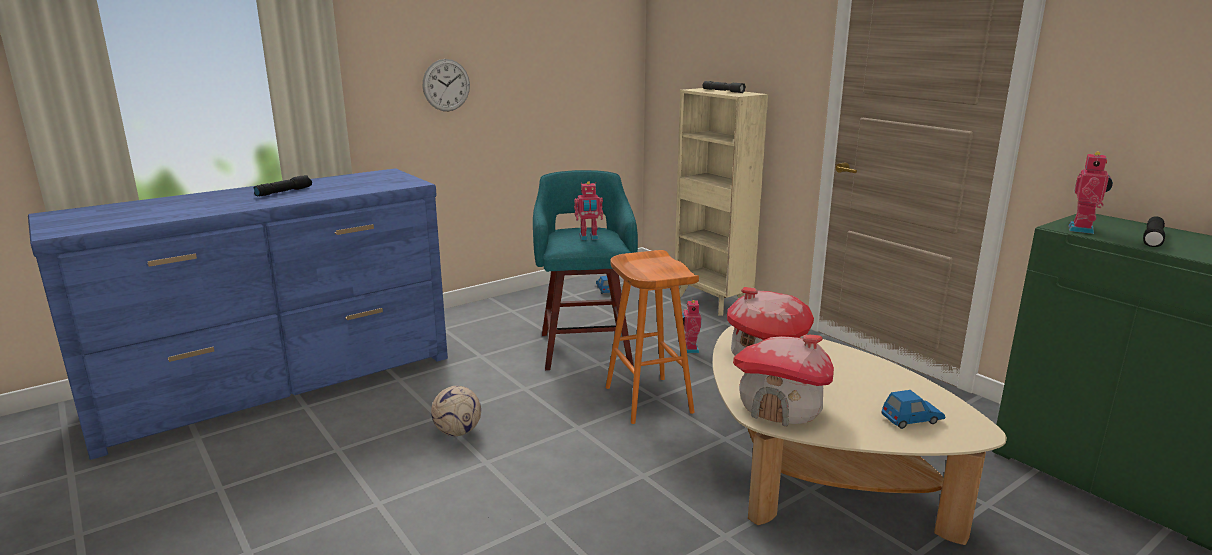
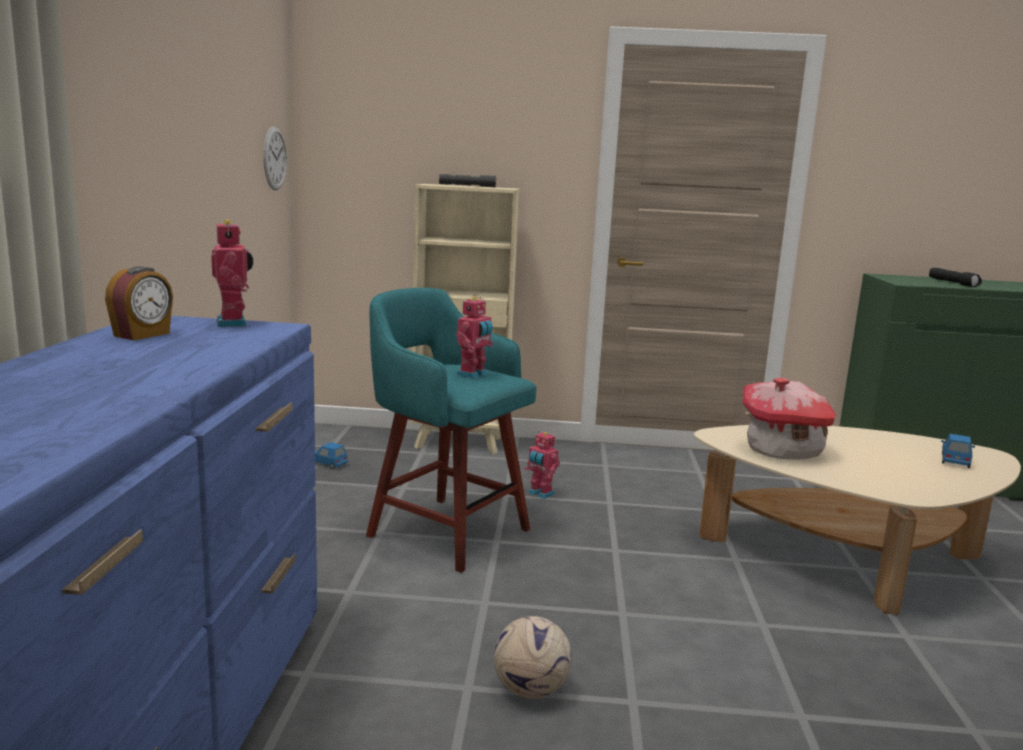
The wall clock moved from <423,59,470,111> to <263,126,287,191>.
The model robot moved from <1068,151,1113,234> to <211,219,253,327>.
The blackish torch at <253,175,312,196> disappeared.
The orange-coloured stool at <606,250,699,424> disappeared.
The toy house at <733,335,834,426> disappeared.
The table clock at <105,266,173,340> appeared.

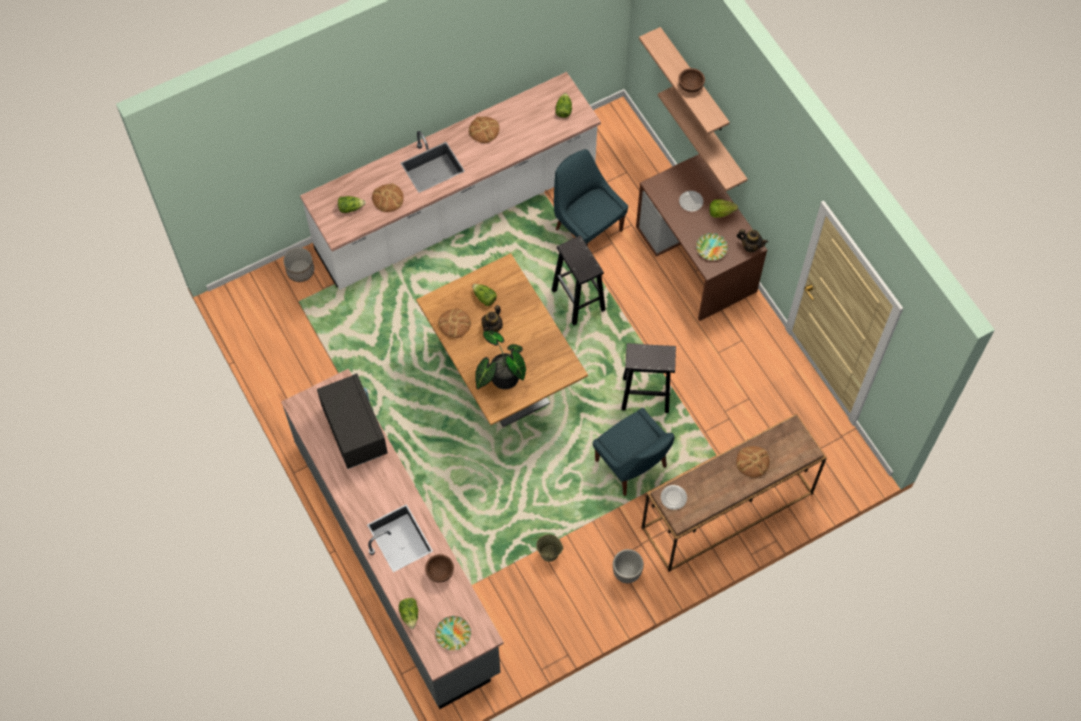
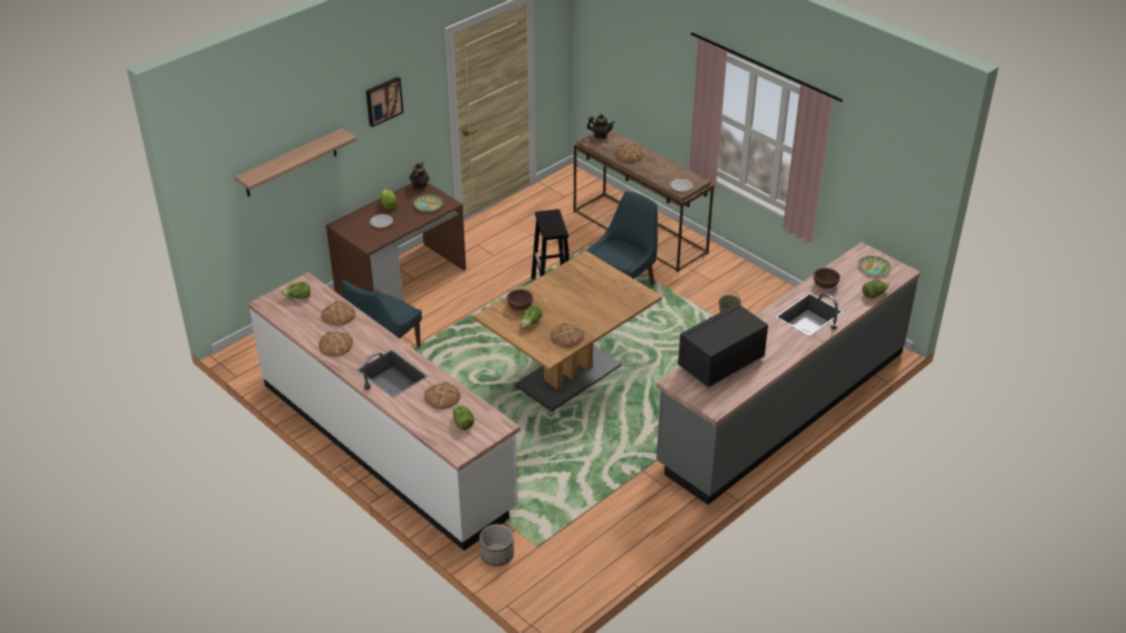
The brown serving bowl moved from <679,68,705,93> to <507,289,533,310>.
The bracket shelf at <658,86,748,191> disappeared.
The blackish stool at <552,235,606,326> disappeared.
The pot for tea moved from <481,305,503,332> to <587,114,615,139>.
The potted plant at <475,331,526,389> disappeared.
The plant pot at <613,549,644,583> disappeared.
The picture at <366,77,403,127> appeared.
The baked bread at <321,300,355,326> appeared.

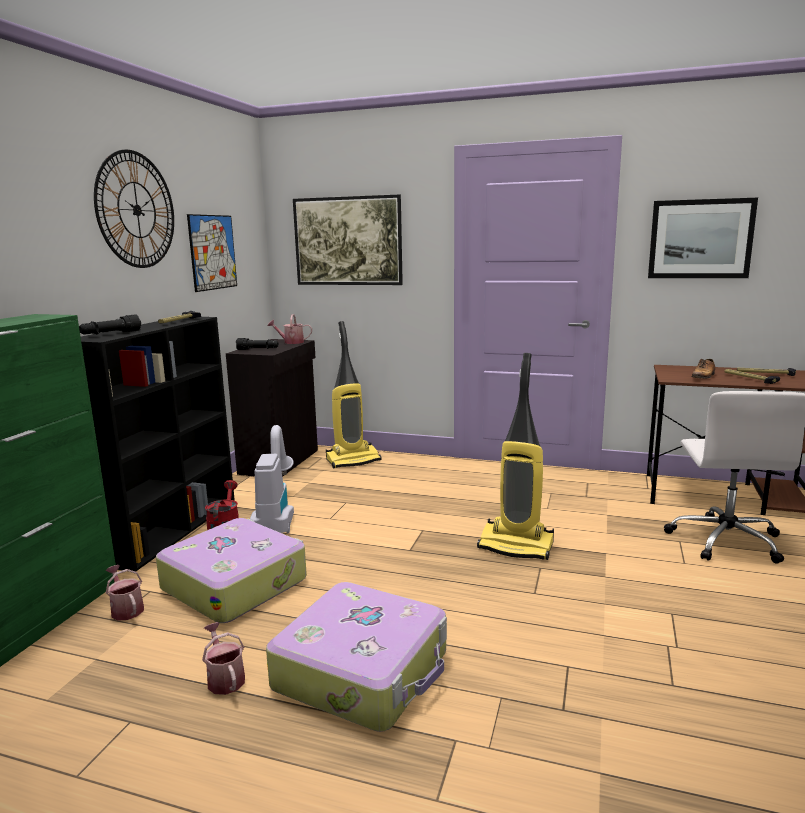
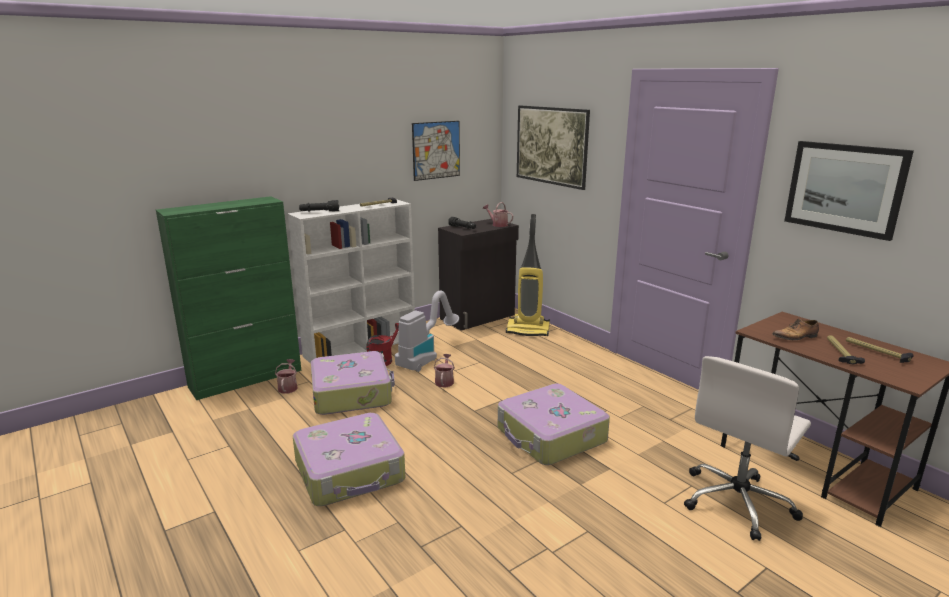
The wall clock at <94,149,174,268> disappeared.
The blackish shelving unit at <81,317,235,572> became the white shelving unit at <287,199,415,364>.
The vacuum cleaner at <477,353,554,560> was replaced by the piece of luggage at <498,384,610,465>.
The watering pot moved from <202,622,245,695> to <434,354,455,387>.

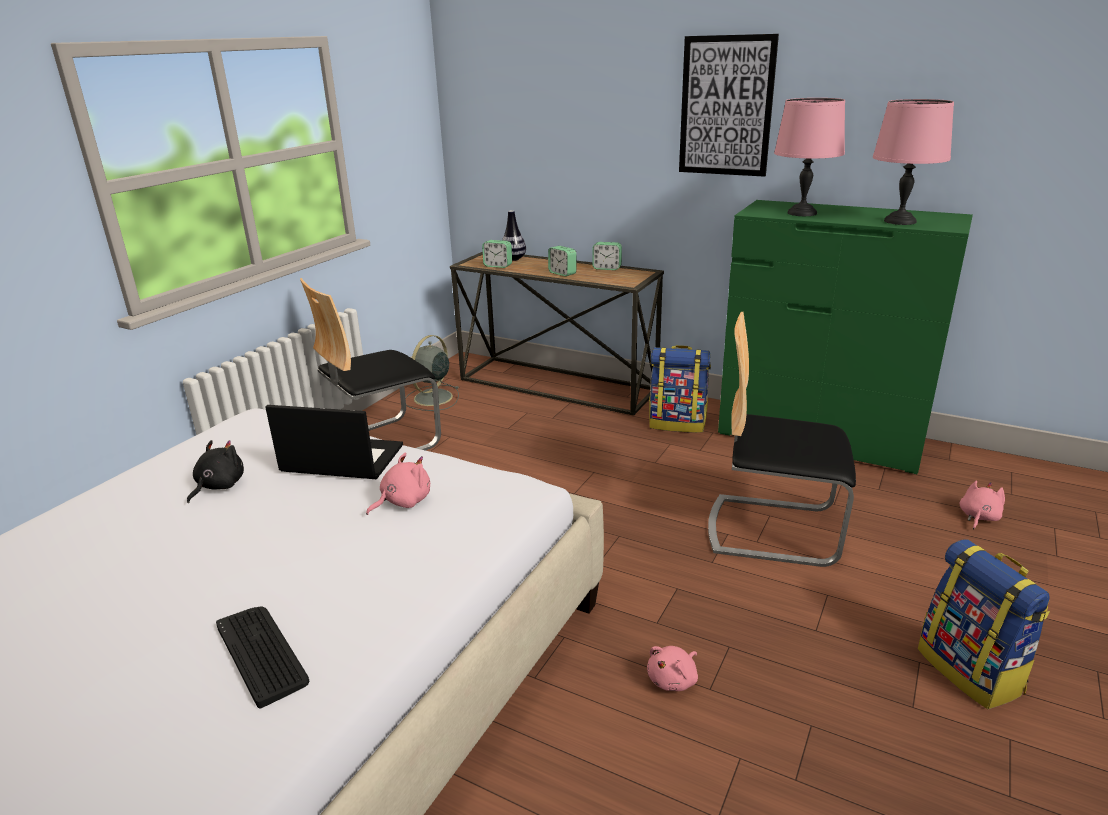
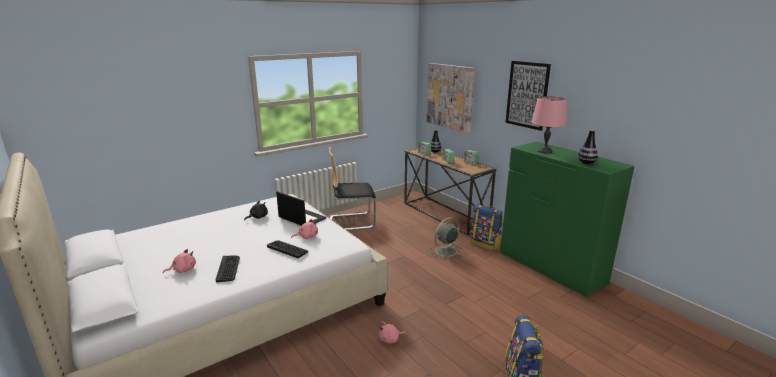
The pinkish tabletop lamp at <873,99,954,225> was replaced by the vase at <578,130,598,164>.
The plain chair at <708,312,856,567> disappeared.
The grey cooling fan moved from <405,335,459,411> to <430,217,463,260>.
The pinkish plush toy moved from <959,480,1005,529> to <163,249,196,273>.
The picture at <427,63,475,133> appeared.
The computer keyboard at <267,240,308,258> appeared.

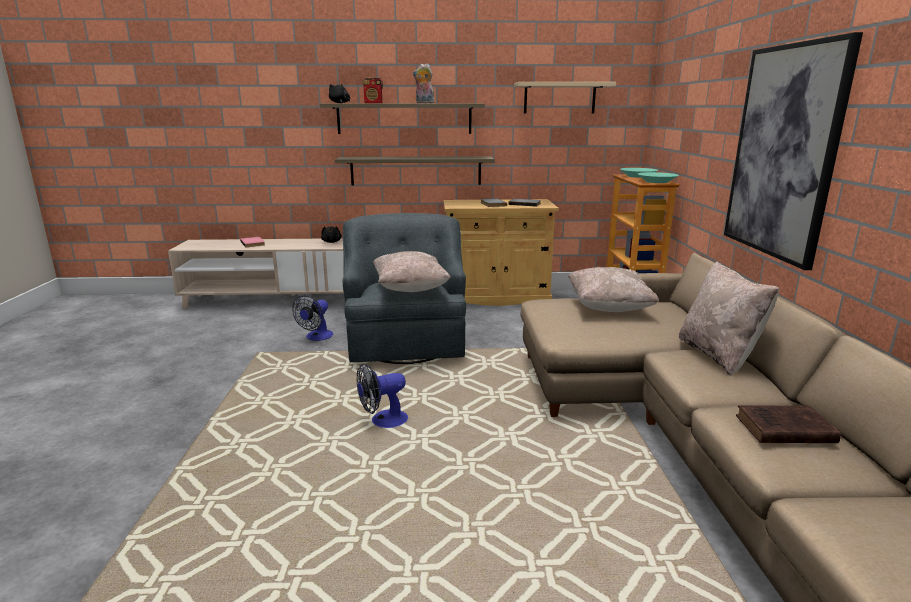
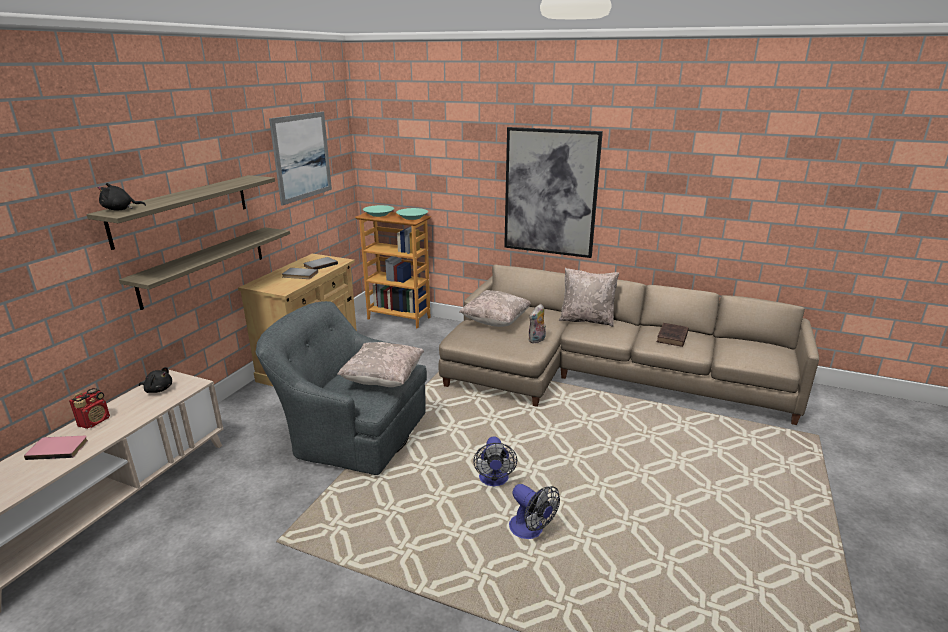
The plush toy moved from <413,63,435,103> to <529,304,546,343>.
The radio set moved from <363,77,383,103> to <69,388,110,429>.
The beige-coloured bracket shelf at <514,82,616,113> was replaced by the picture at <269,112,332,206>.
The cooling fan moved from <292,295,333,341> to <509,484,560,539>.

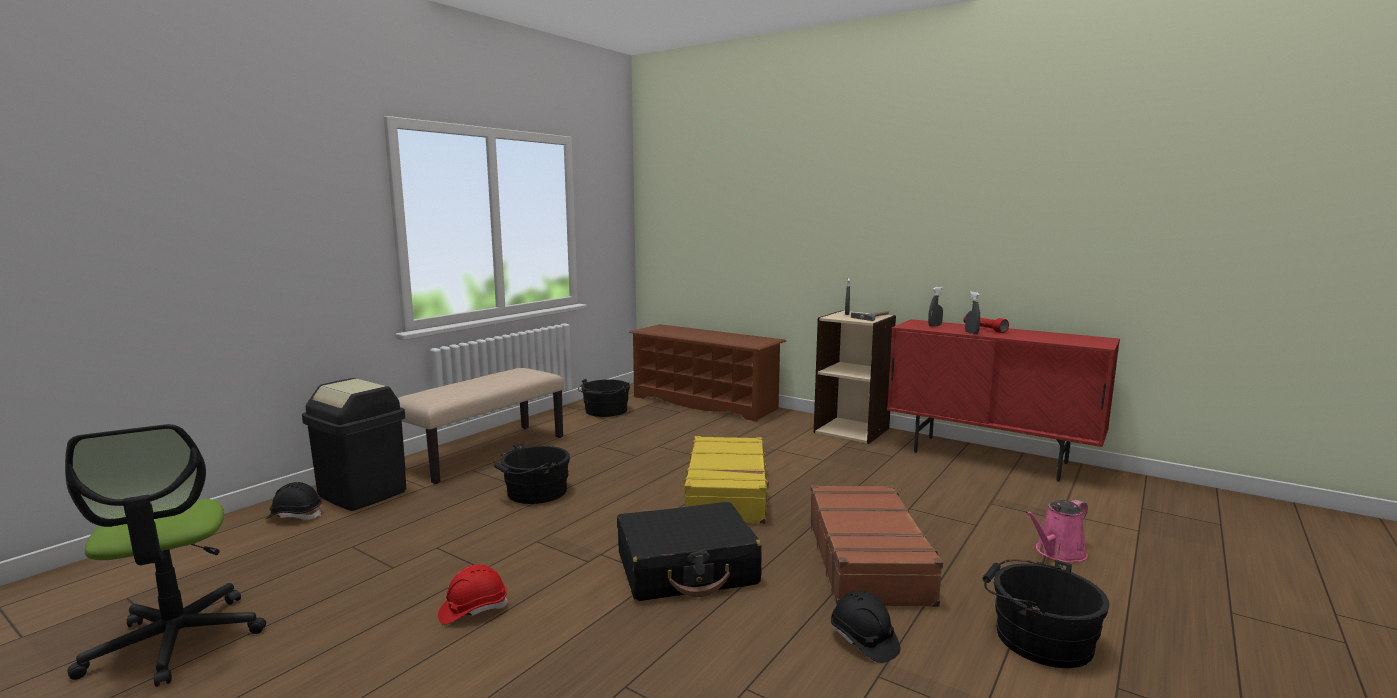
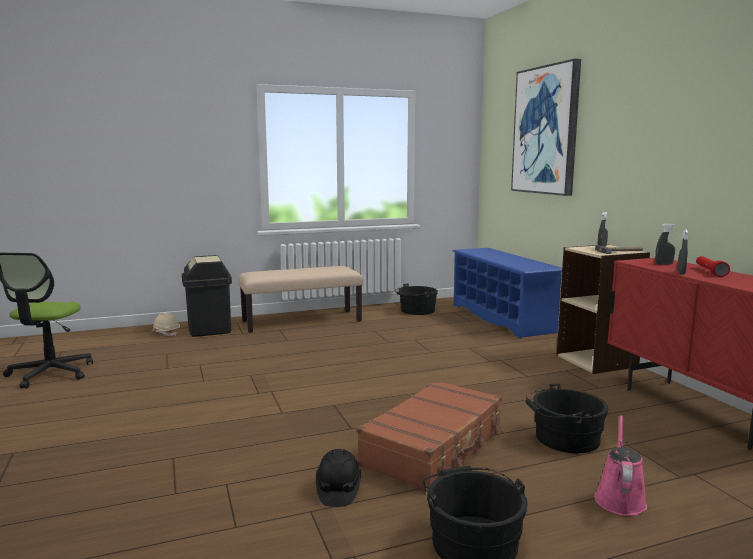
The brown shoe shelf at <629,324,786,422> became the blue shoe shelf at <453,248,562,338>.
The yellow-coloured piece of luggage at <684,436,772,524> disappeared.
The blackish bucket moved from <493,443,570,504> to <526,383,608,453>.
The blackish safety helmet at <266,482,322,520> became the beige-coloured safety helmet at <151,313,180,336>.
The pinkish watering pot at <1025,500,1088,562> turned 105 degrees clockwise.
The blackish piece of luggage at <617,502,762,601> disappeared.
The red-coloured safety helmet at <438,564,508,625> disappeared.
The picture at <511,59,581,196> appeared.

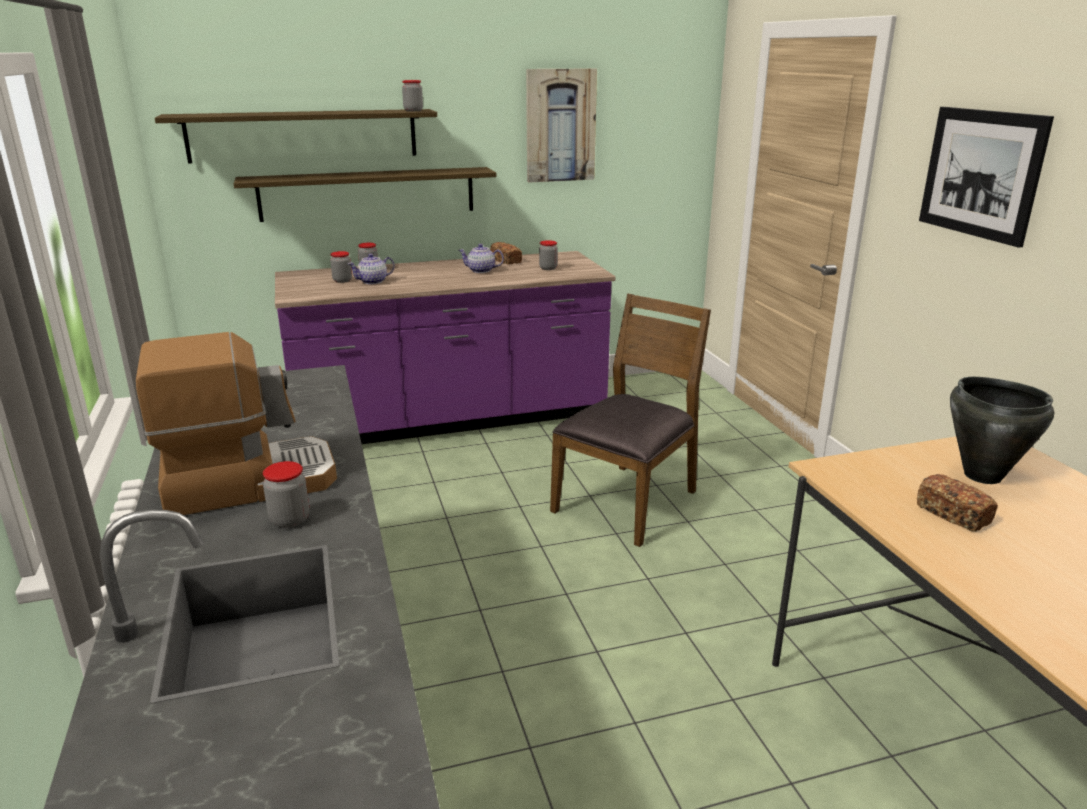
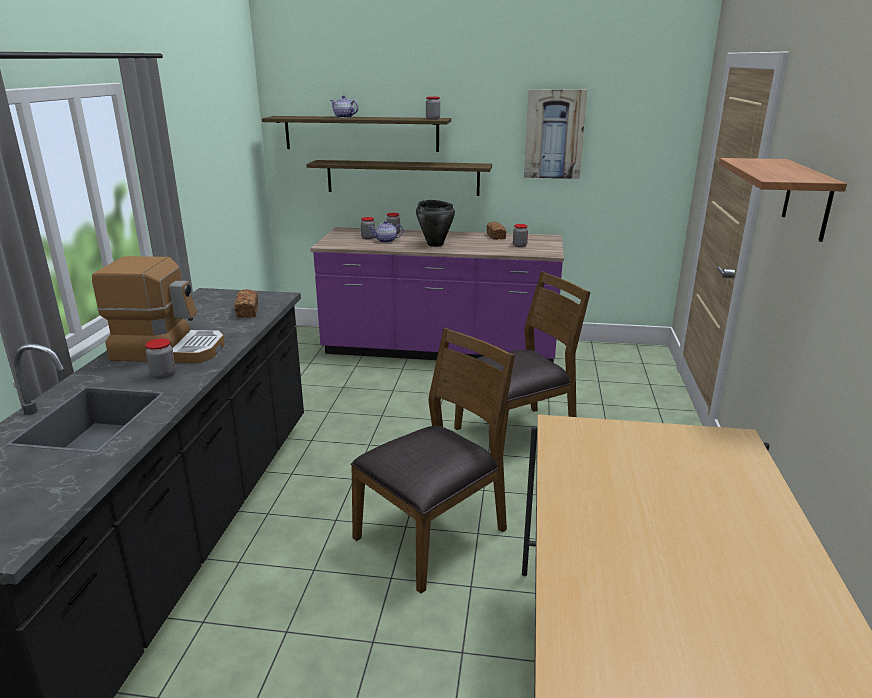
The picture at <919,107,1054,248> was replaced by the bracket shelf at <719,158,847,242>.
The pot for tea moved from <458,244,504,273> to <330,95,358,118>.
The blackish saucepot moved from <950,377,1054,484> to <416,200,455,247>.
The baked bread moved from <916,474,998,532> to <234,289,258,318>.
The brown plain chair at <351,328,515,594> appeared.

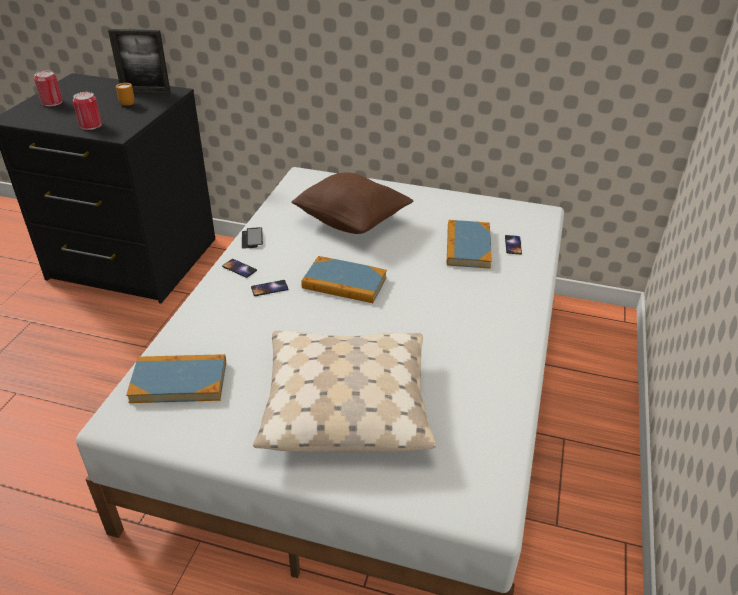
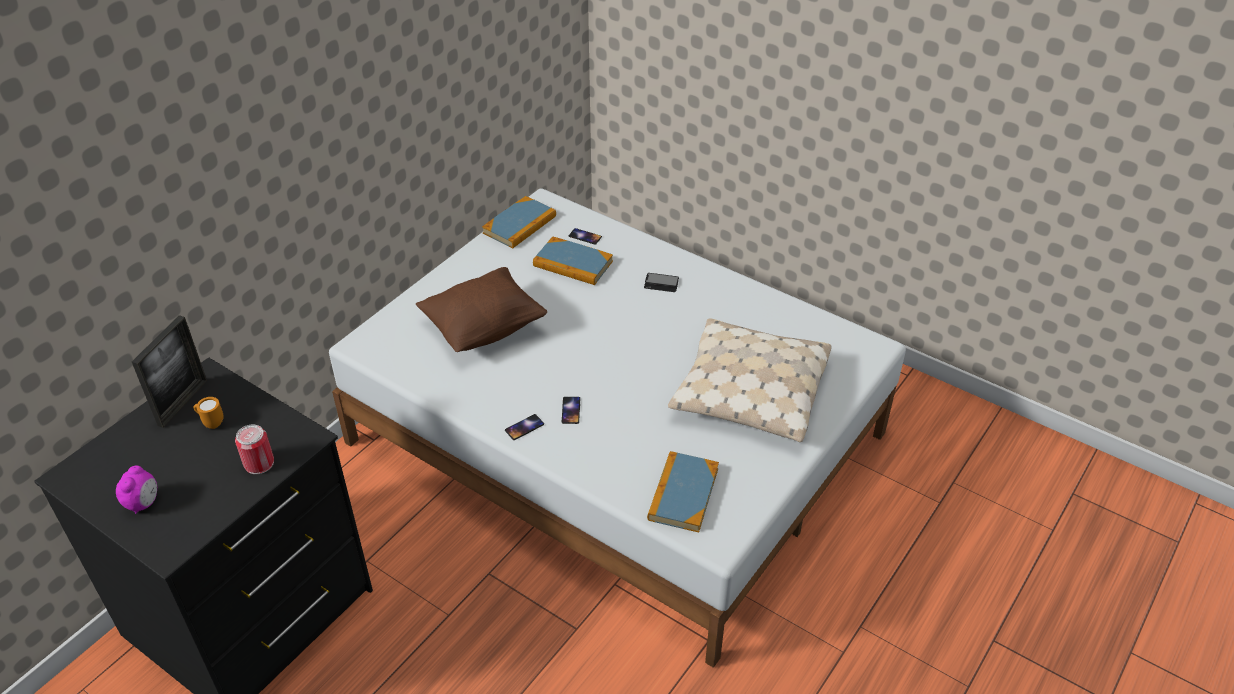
The sealed can at <34,71,62,106> was replaced by the table clock at <116,466,157,514>.
The phone moved from <242,227,263,248> to <644,273,679,292>.
The book moved from <301,256,387,303> to <482,196,556,249>.

